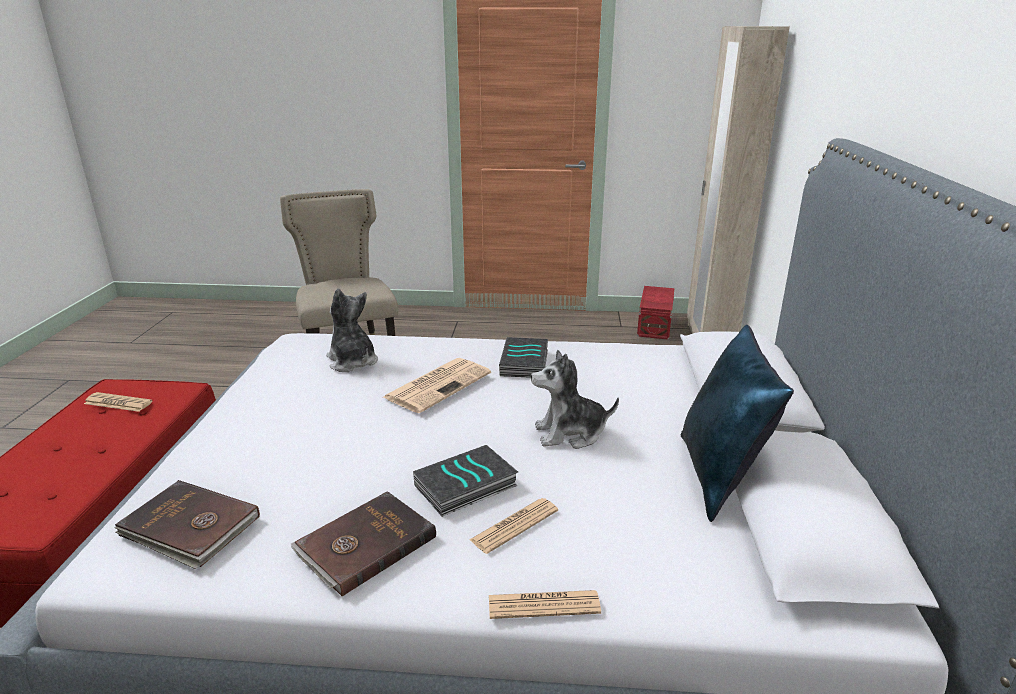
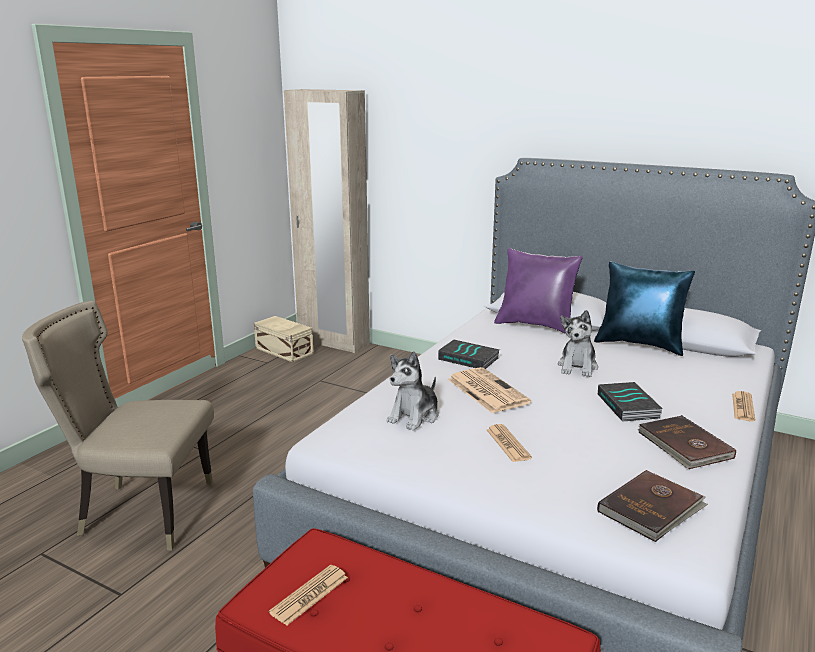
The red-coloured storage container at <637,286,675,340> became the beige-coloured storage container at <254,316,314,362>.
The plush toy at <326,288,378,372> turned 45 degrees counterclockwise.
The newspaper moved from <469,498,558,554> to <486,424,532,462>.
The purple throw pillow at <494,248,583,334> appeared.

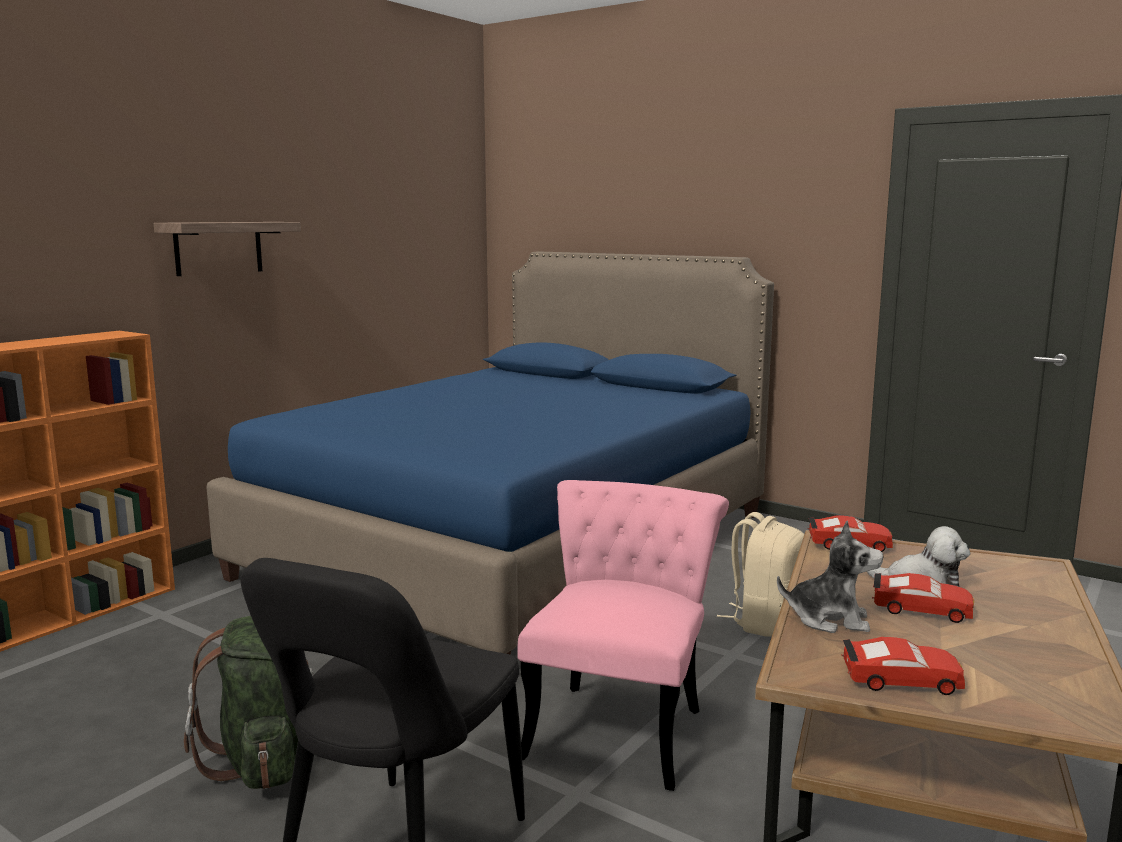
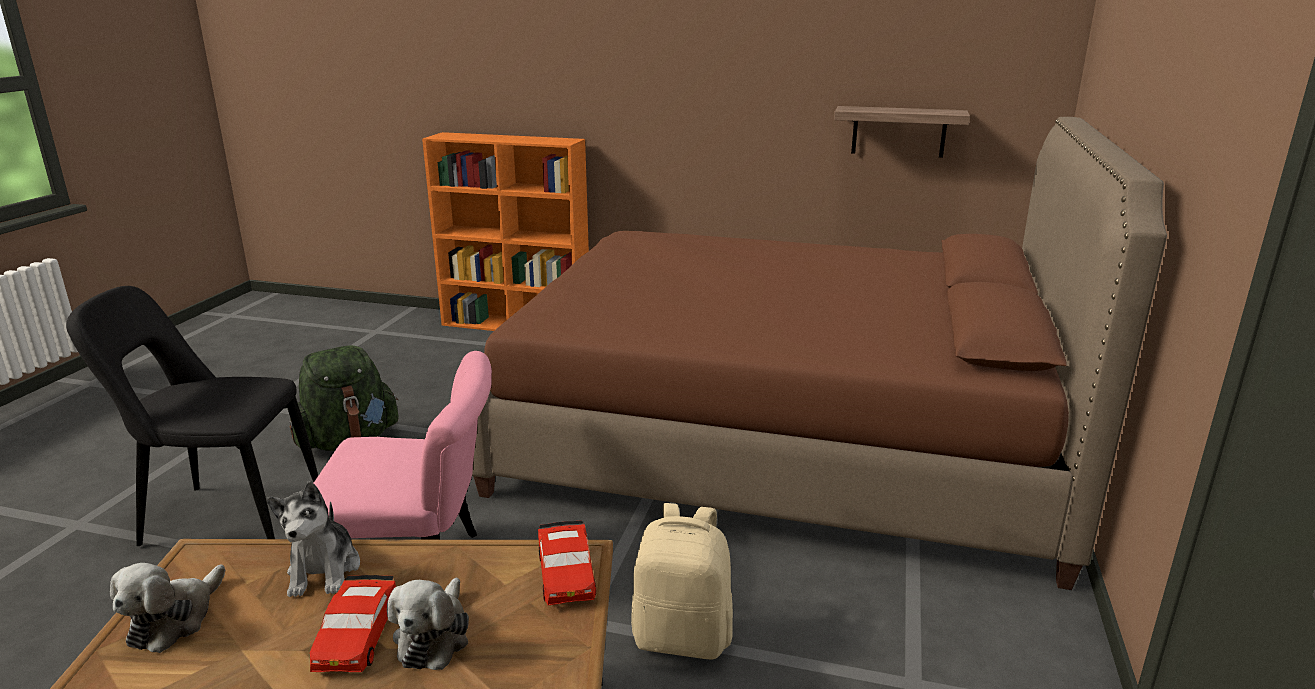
The bracket shelf moved from <154,222,301,276> to <834,106,970,158>.
The blue sleeping bed at <206,251,774,655> became the brown sleeping bed at <472,117,1167,590>.
The red-coloured toy car at <842,637,965,695> was replaced by the plush toy at <110,563,225,653>.

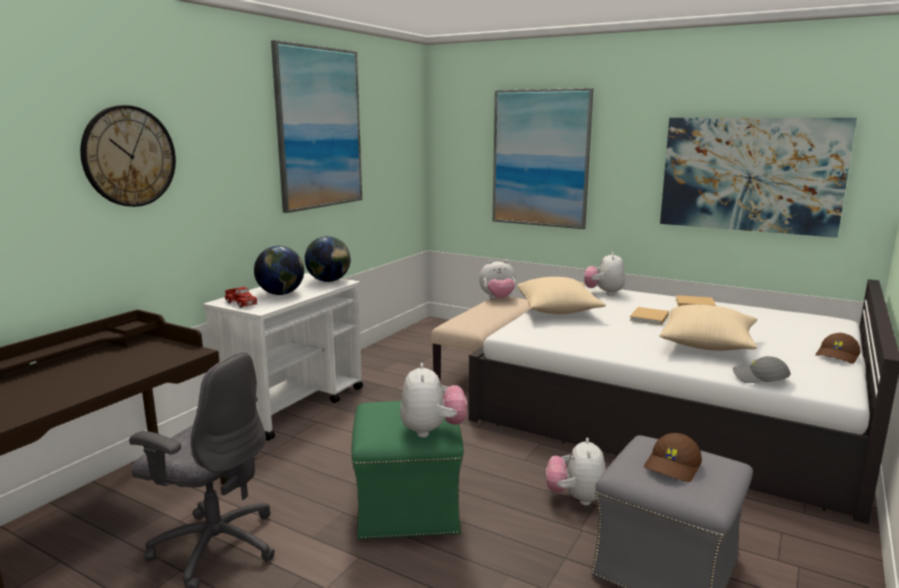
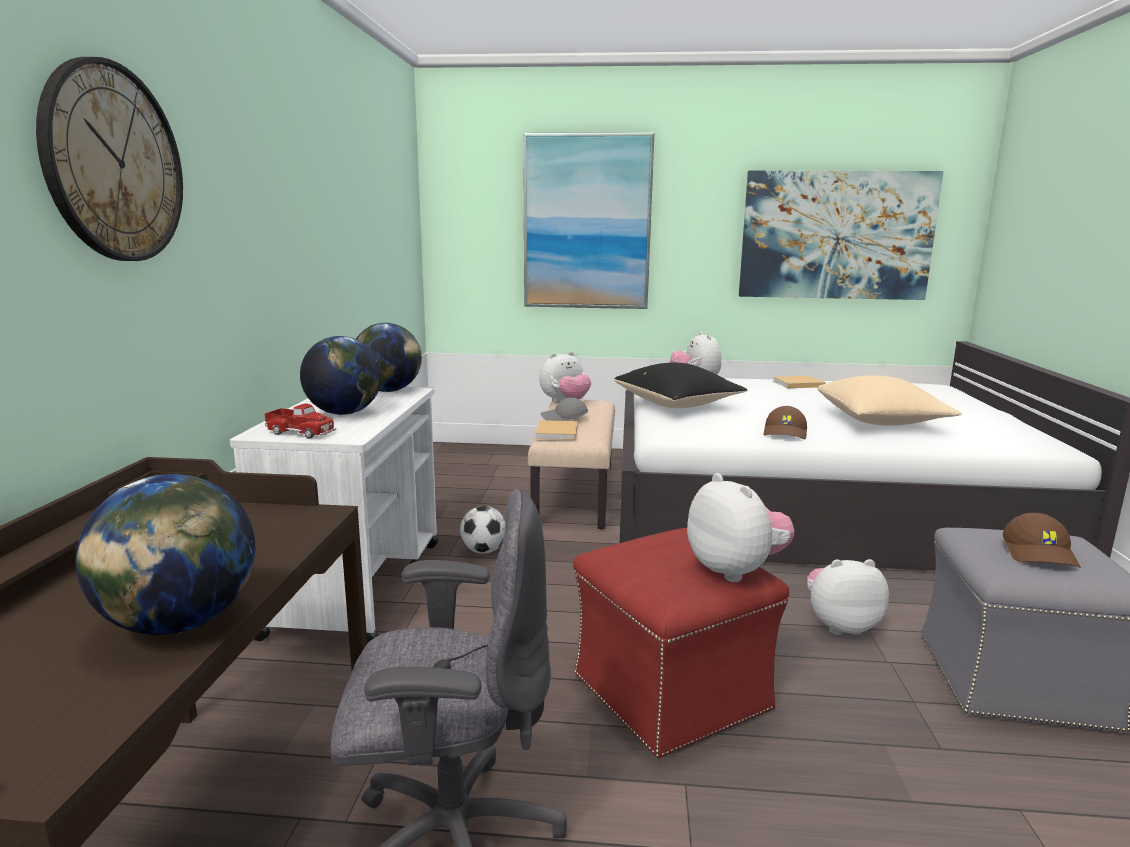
The picture at <271,40,362,213> disappeared.
The beige-coloured throw pillow at <517,277,606,314> became the blackish throw pillow at <614,363,747,408>.
The beige-coloured book moved from <629,307,669,325> to <535,420,578,440>.
The brown baseball cap moved from <815,333,860,364> to <763,406,807,439>.
The grey baseball cap moved from <733,356,791,383> to <541,398,588,421>.
The green pouffe at <351,401,464,540> became the red-coloured pouffe at <573,528,789,758>.
The plush toy at <546,438,606,506> turned 105 degrees clockwise.
The desk globe at <75,474,256,635> appeared.
The ball for football at <460,506,506,554> appeared.

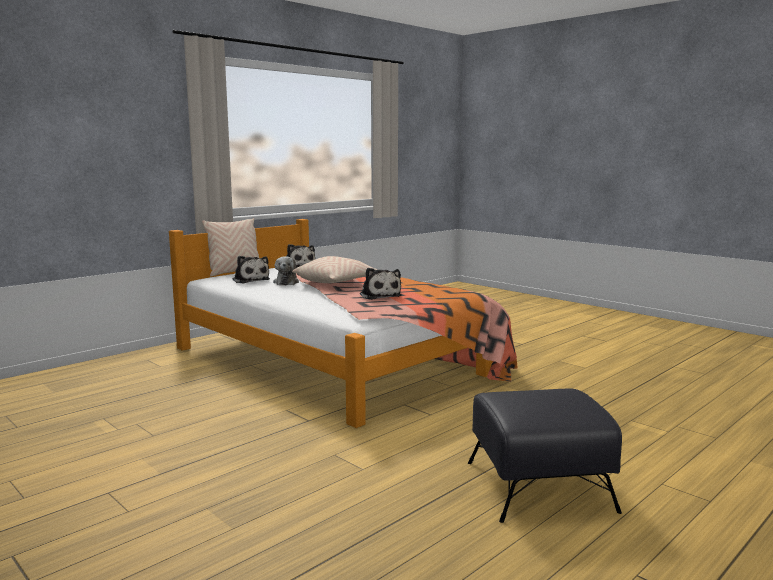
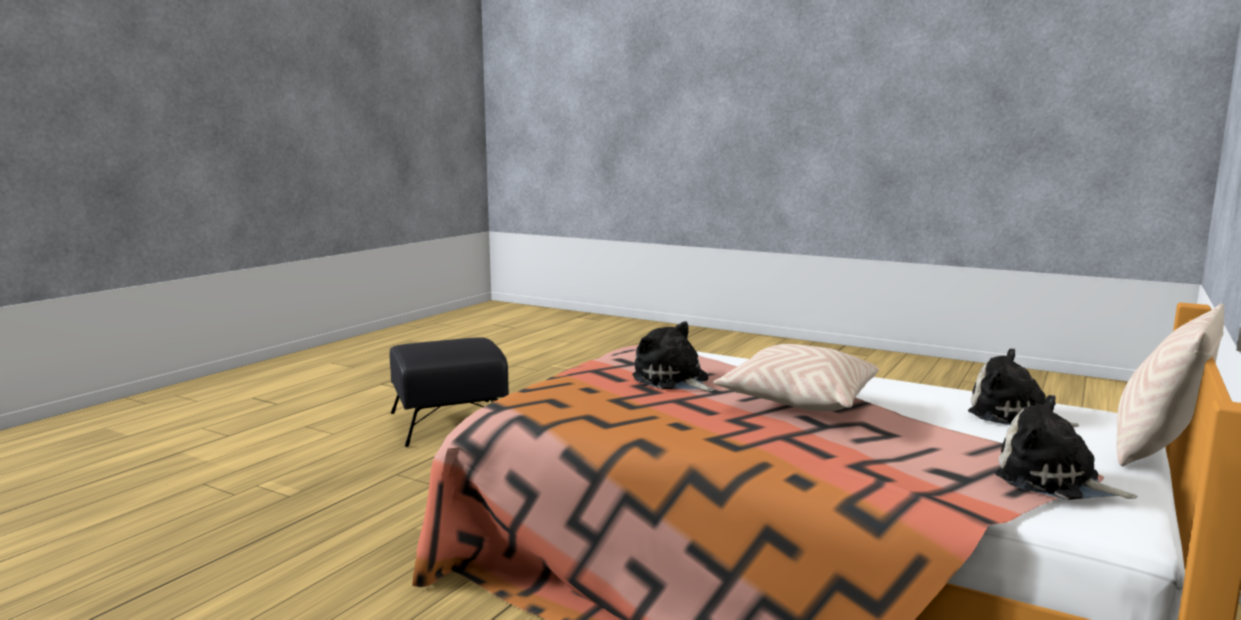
The plush toy at <273,256,299,285> disappeared.

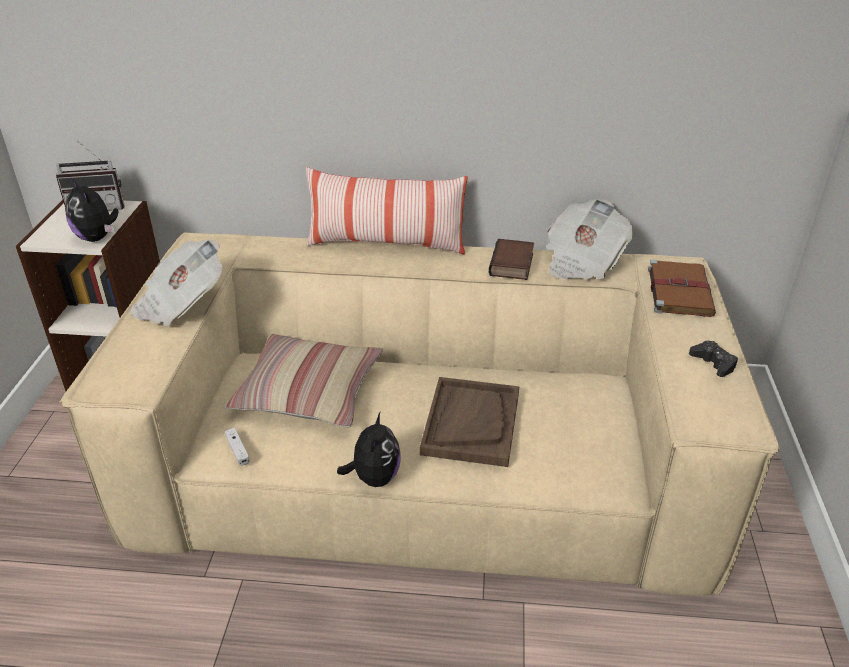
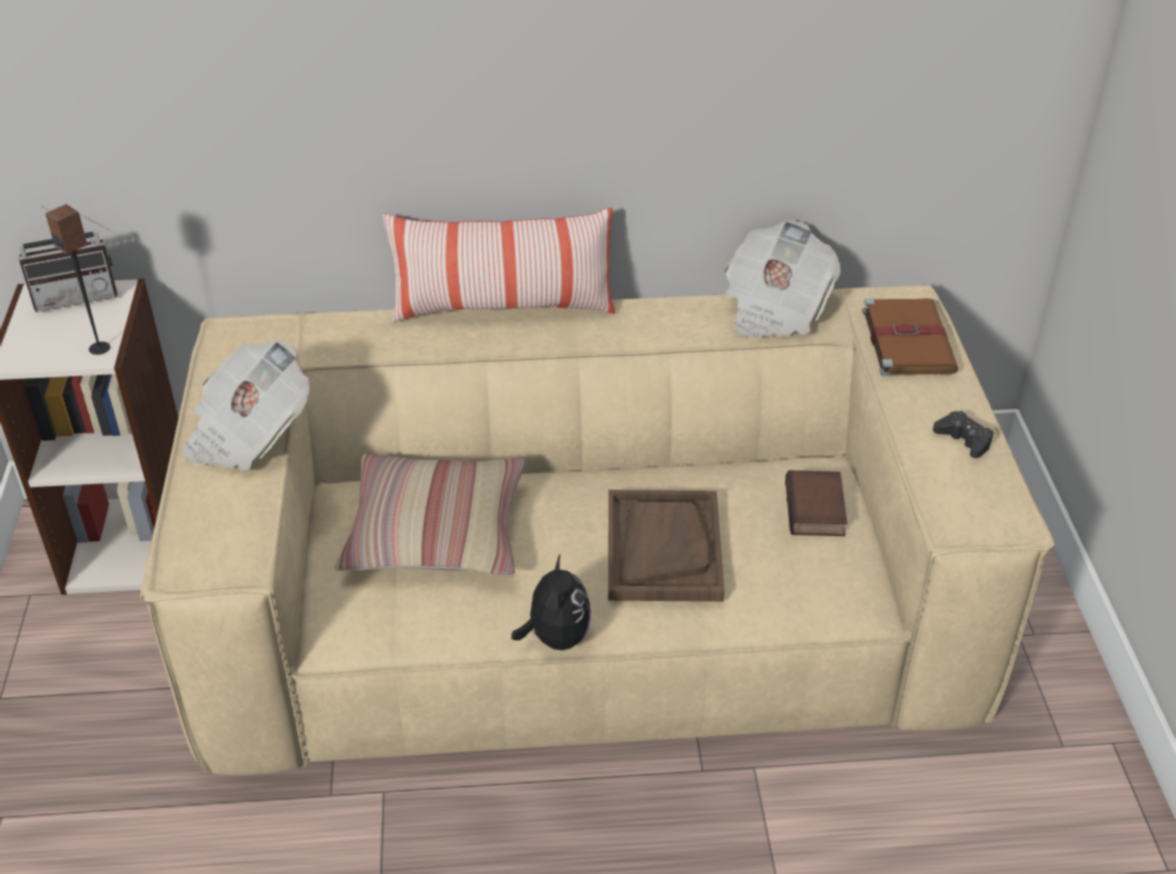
The plush toy at <65,178,119,242> was replaced by the speaker at <45,204,110,355>.
The book moved from <489,239,534,280> to <785,470,847,536>.
The white gamepad at <225,428,250,466> disappeared.

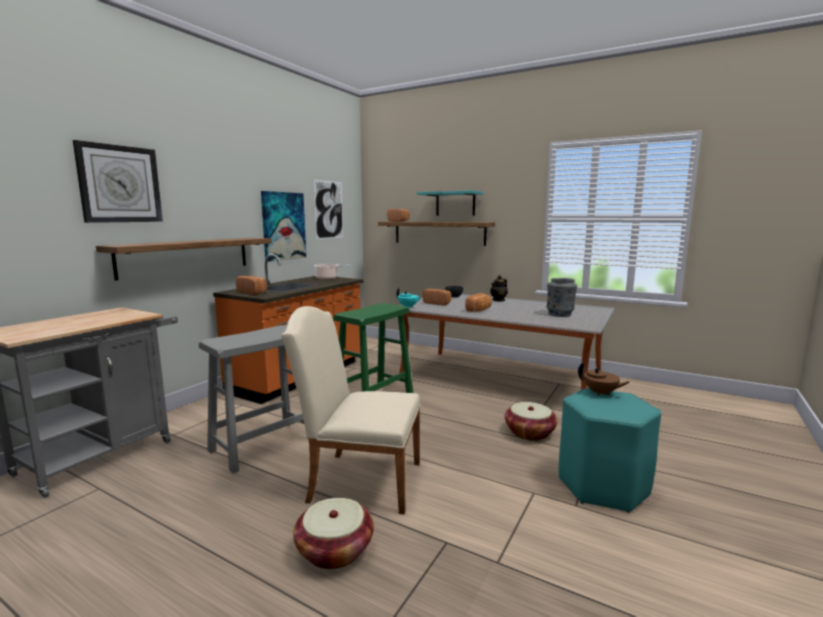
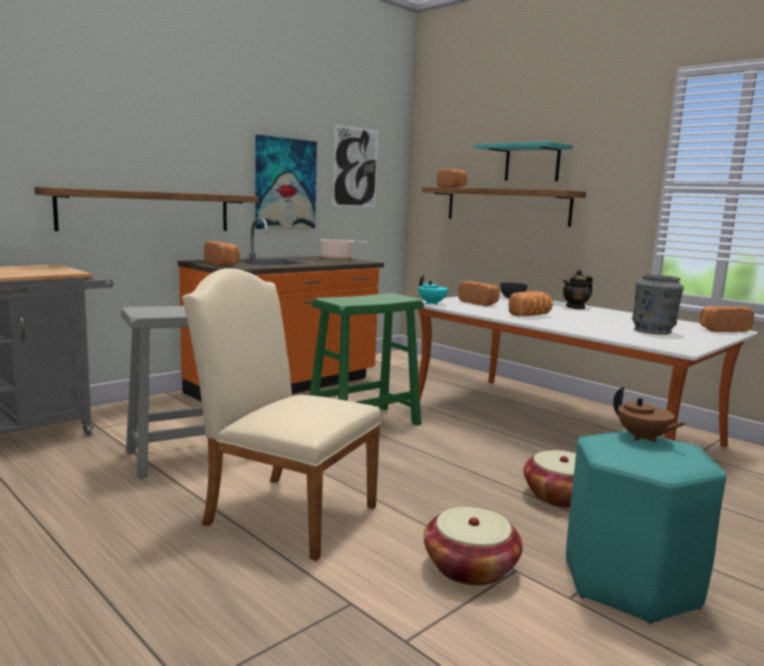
The wall clock at <73,140,163,223> disappeared.
The storage basket moved from <293,498,374,569> to <424,507,523,586>.
The baked bread at <700,306,754,332> appeared.

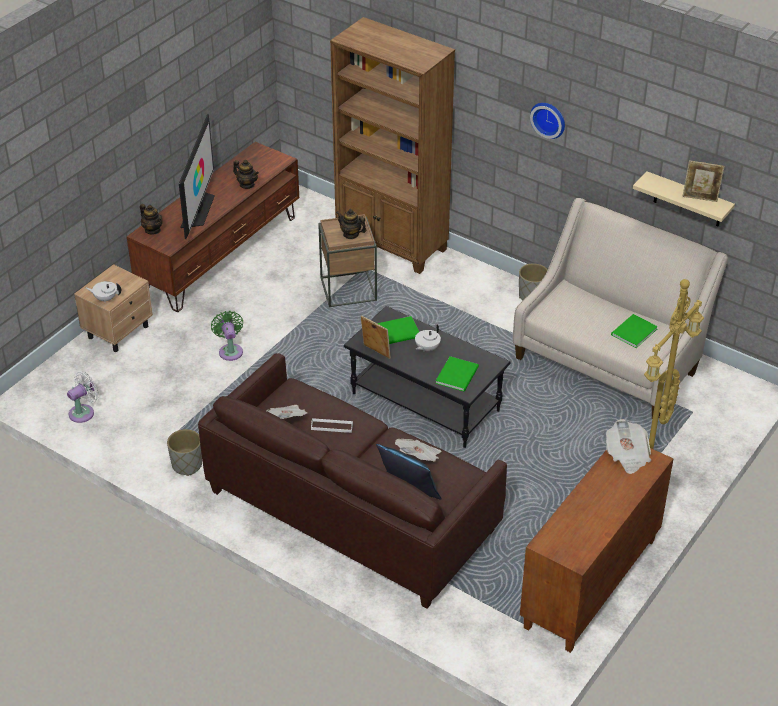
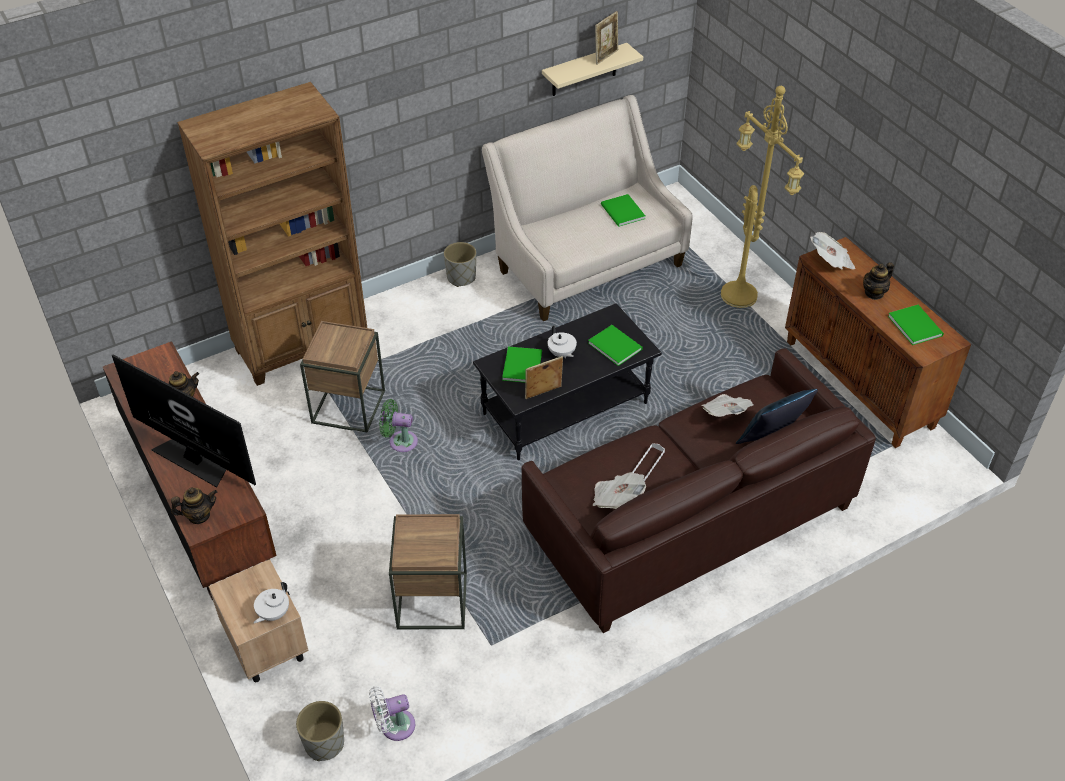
The wall clock at <530,103,565,139> disappeared.
The pot for tea moved from <336,209,367,239> to <863,262,894,300>.
The green cooling fan moved from <211,311,243,361> to <379,399,418,452>.
The white cooling fan at <67,371,99,423> turned 90 degrees counterclockwise.
The grey plant pot moved from <167,429,202,476> to <296,701,344,761>.
The green book at <888,305,944,345> appeared.
The brown end table at <389,514,467,629> appeared.

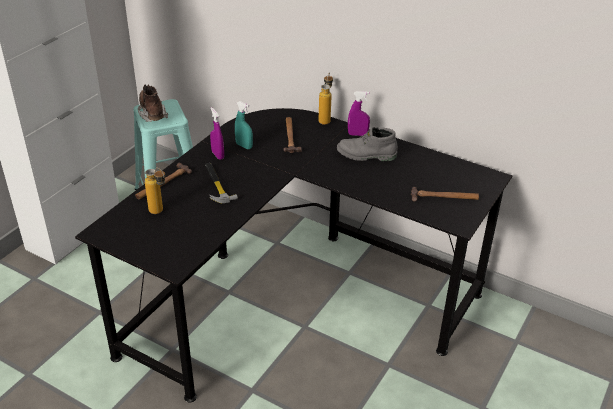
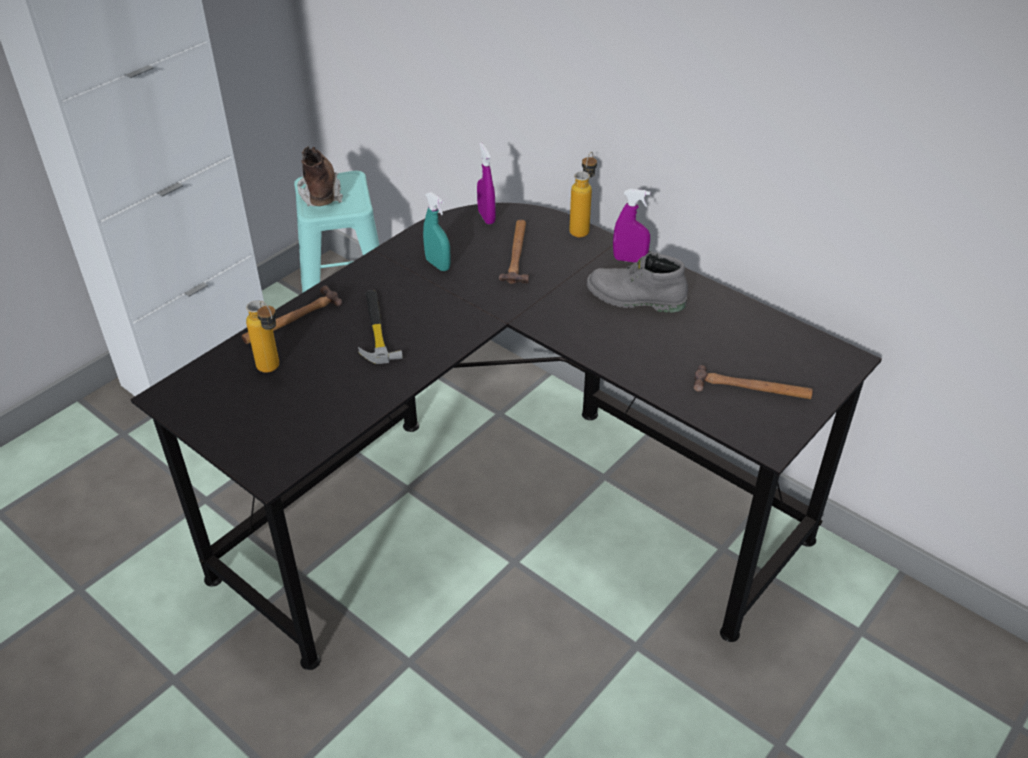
The purple spray bottle moved from <210,107,224,160> to <477,143,496,224>.

